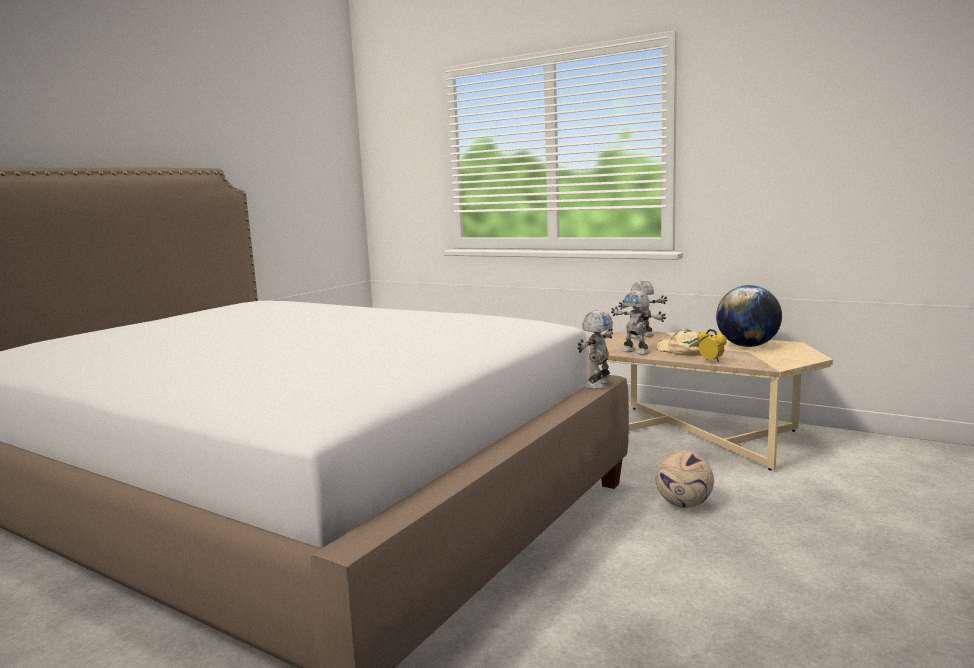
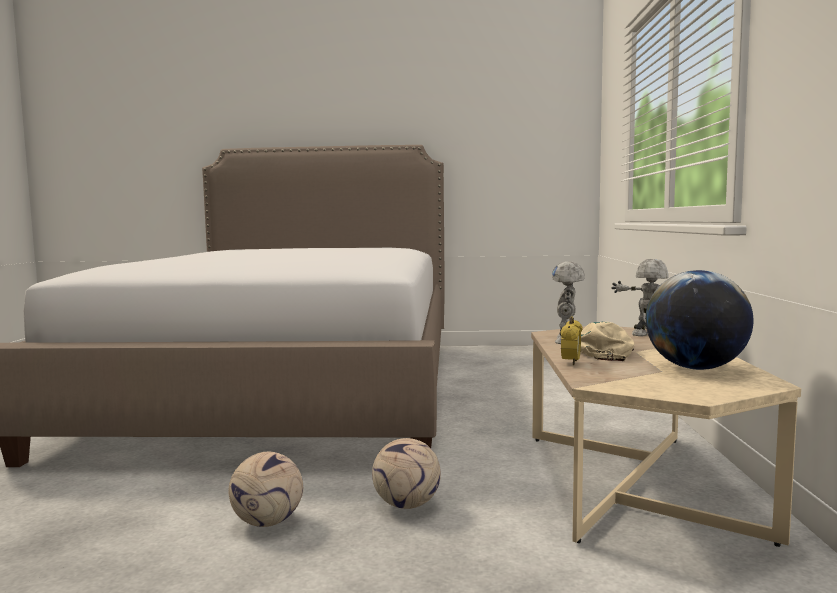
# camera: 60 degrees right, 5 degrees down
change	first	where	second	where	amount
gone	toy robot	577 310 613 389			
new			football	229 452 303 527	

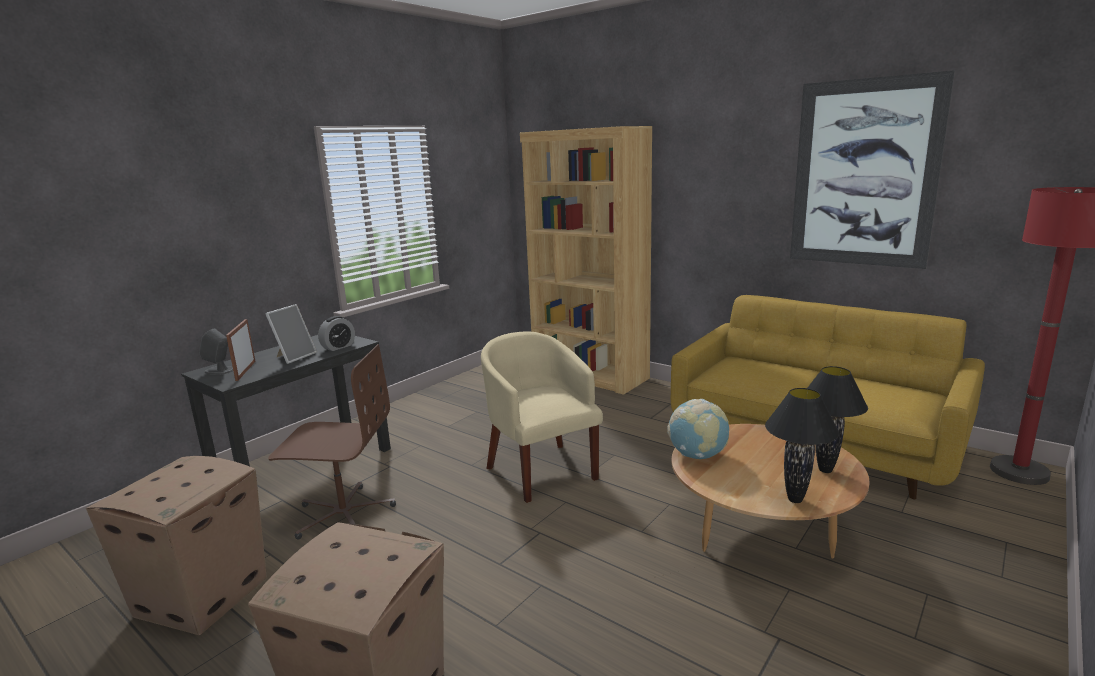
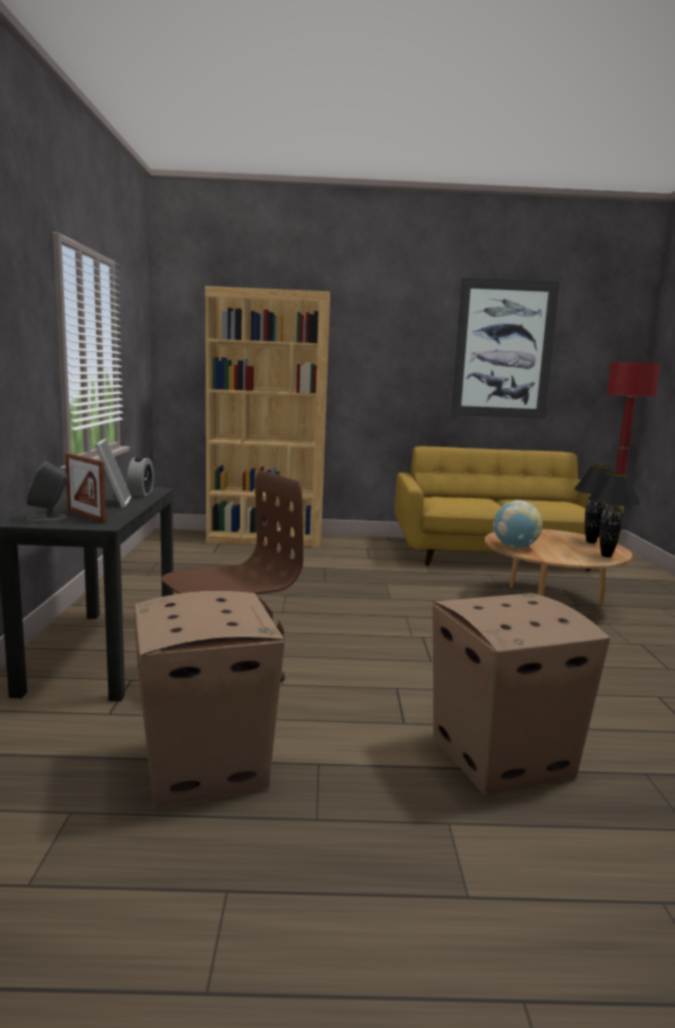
# camera: 40 degrees left, 5 degrees down
change	first	where	second	where	amount
gone	armchair (beige)	481 331 603 503			

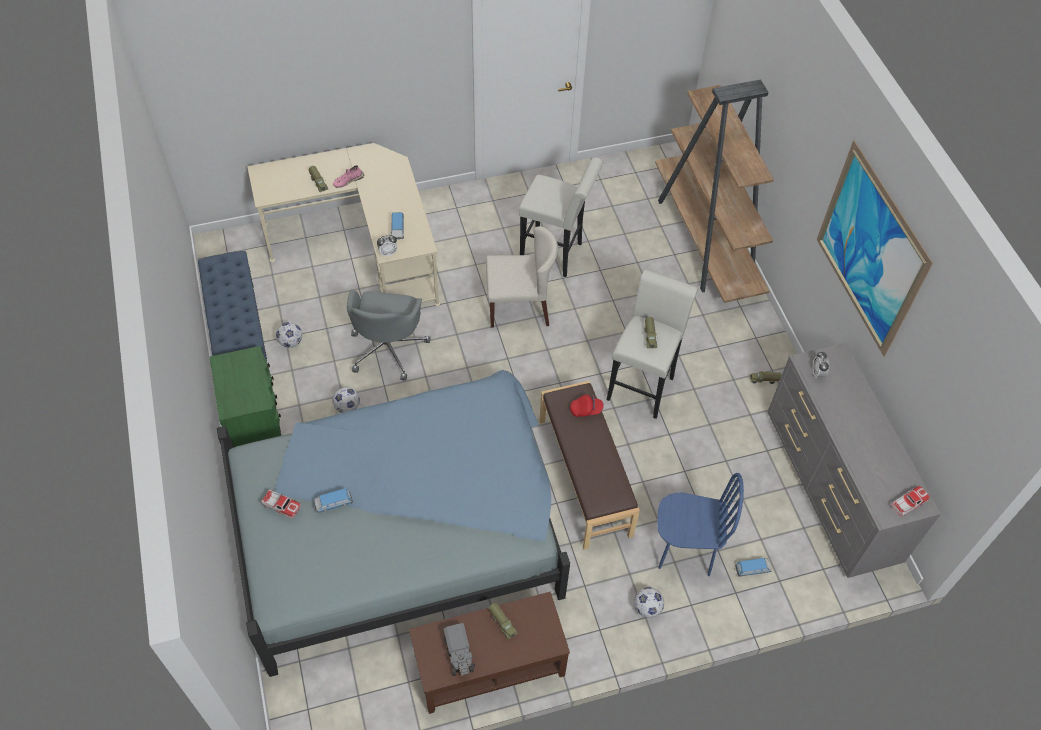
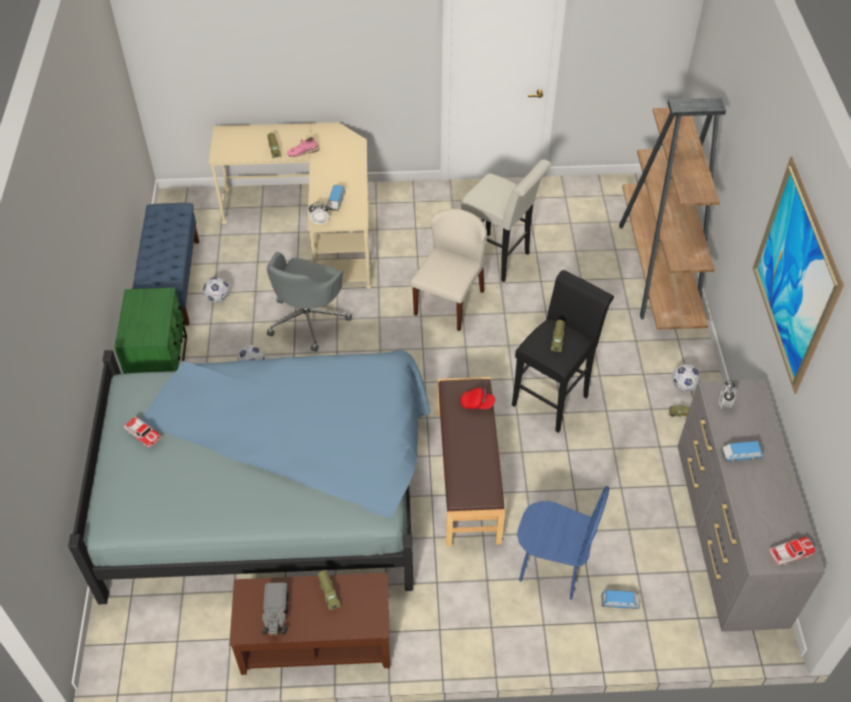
# camera: 15 degrees right, 5 degrees down
change	first	where	second	where	amount
rotated	chair (beige)	486 226 558 328		410 209 487 331	75 degrees counterclockwise
repainted	stool (white)	606 269 698 419	stool (black)	512 270 614 433	
shifted	toy car	314 488 353 513		721 441 763 461	
shifted	football	634 587 664 618		672 364 701 392	

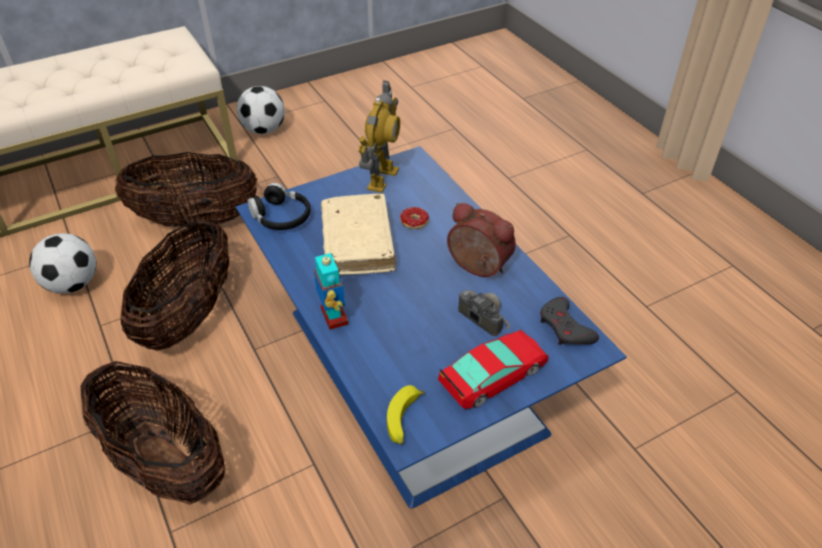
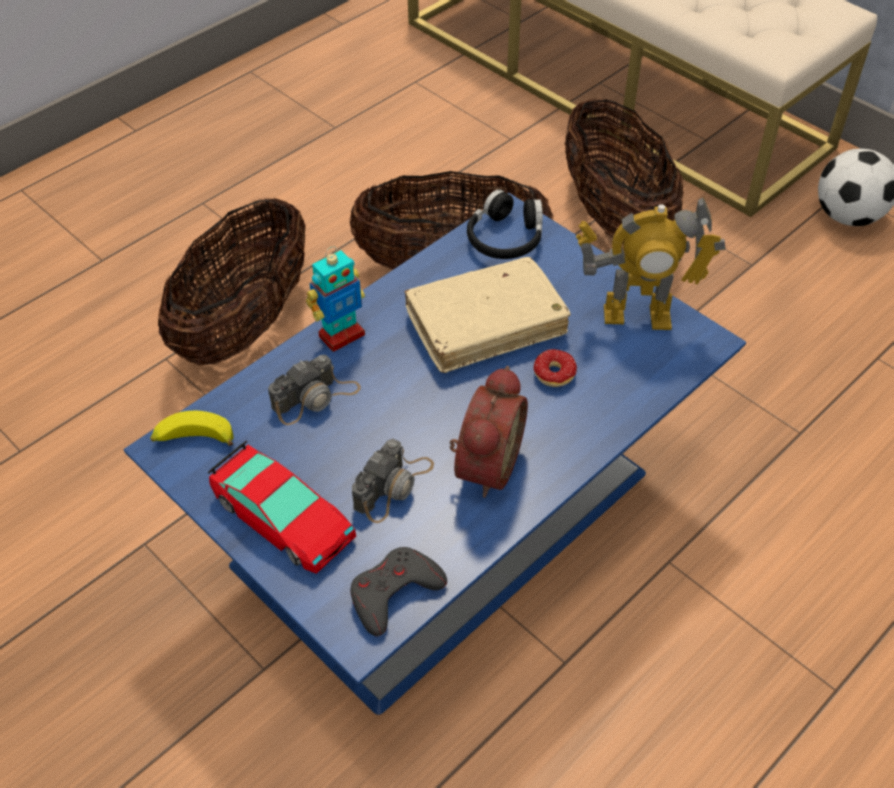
# camera: 75 degrees right, 5 degrees up
change	first	where	second	where	amount
gone	football	29 233 96 293			
new			photo camera	268 355 361 425	

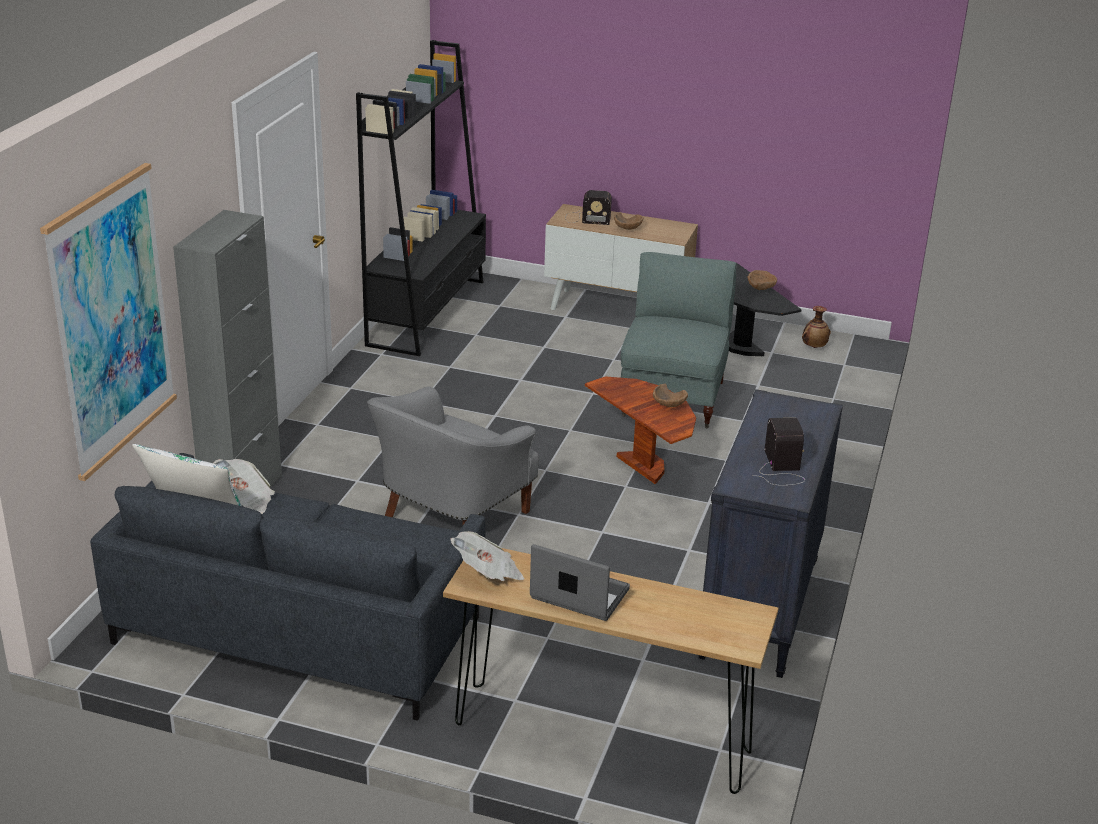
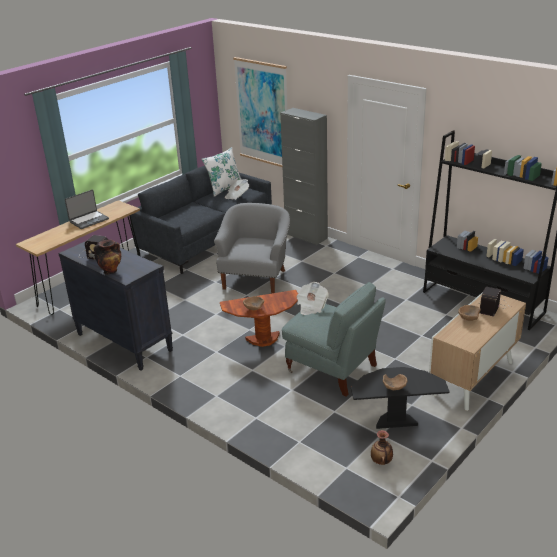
# camera: 115 degrees right, 0 degrees up
change	first	where	second	where	amount
rotated	armchair (grey)	367 386 539 525		214 203 290 294	45 degrees clockwise
shifted	newspaper	450 531 525 581		296 282 329 315	
new			vase	94 240 121 275	

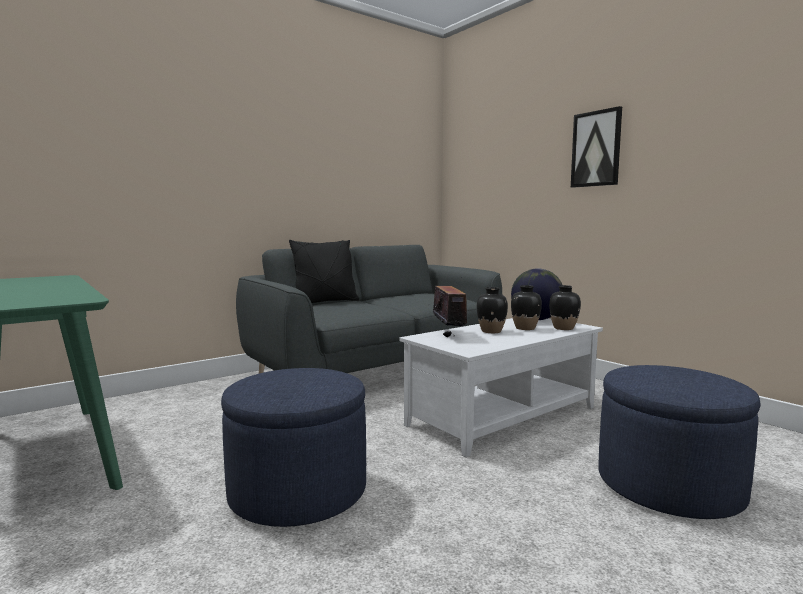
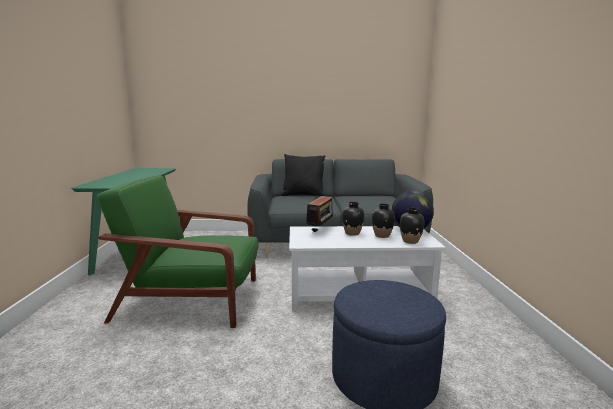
# camera: 35 degrees right, 5 degrees up
change	first	where	second	where	amount
gone	picture	571 106 622 188			
swapped	ottoman (blue)	221 368 366 527	armchair (green)	97 175 258 328	

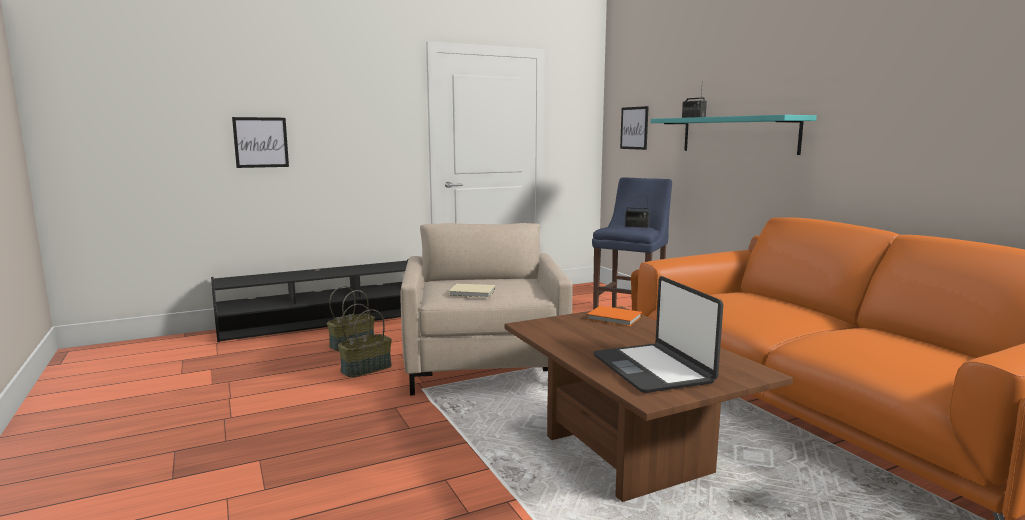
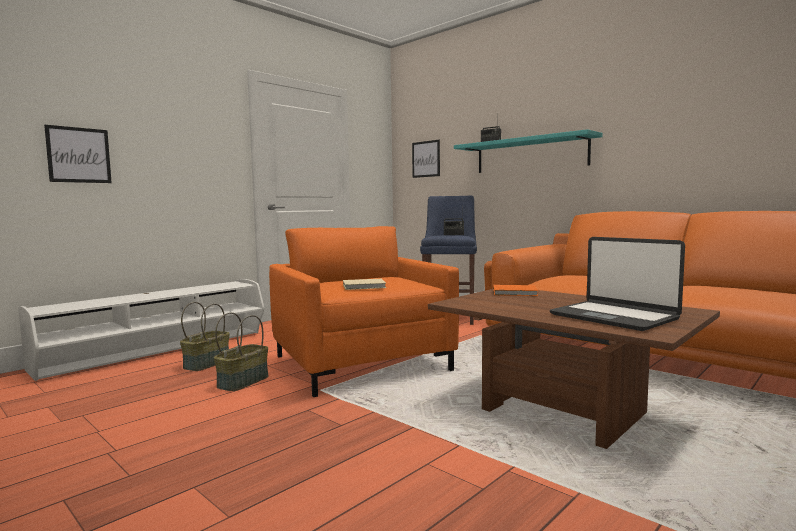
# camera: 20 degrees left, 5 degrees down
change	first	where	second	where	amount
repainted	armchair (beige)	400 223 573 395	armchair (orange)	269 226 459 397	
repainted	tv stand (black)	211 259 408 342	tv stand (white)	18 279 264 381	

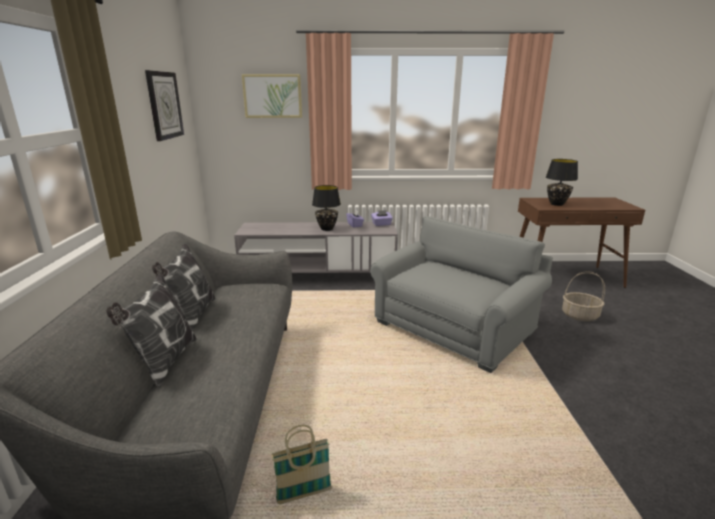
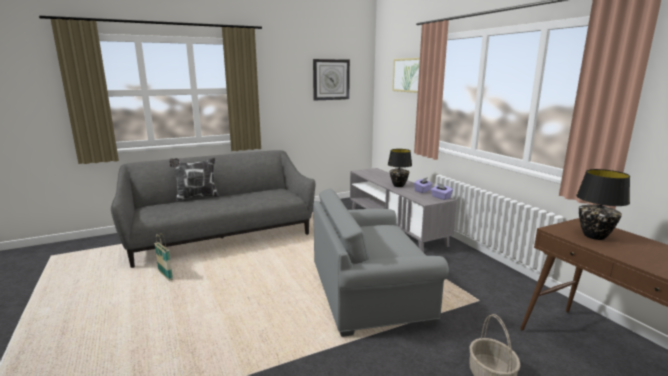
# camera: 65 degrees right, 5 degrees down
change	first	where	second	where	amount
rotated	armchair (grey)	370 216 553 373		313 189 449 337	150 degrees clockwise
gone	pillow	152 243 215 332			

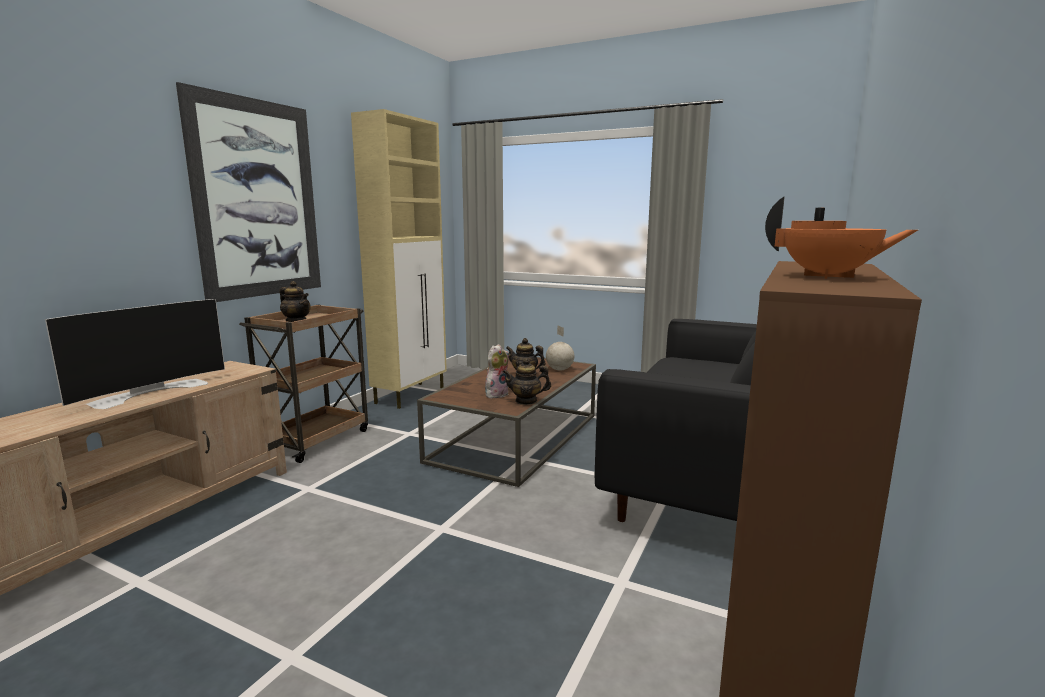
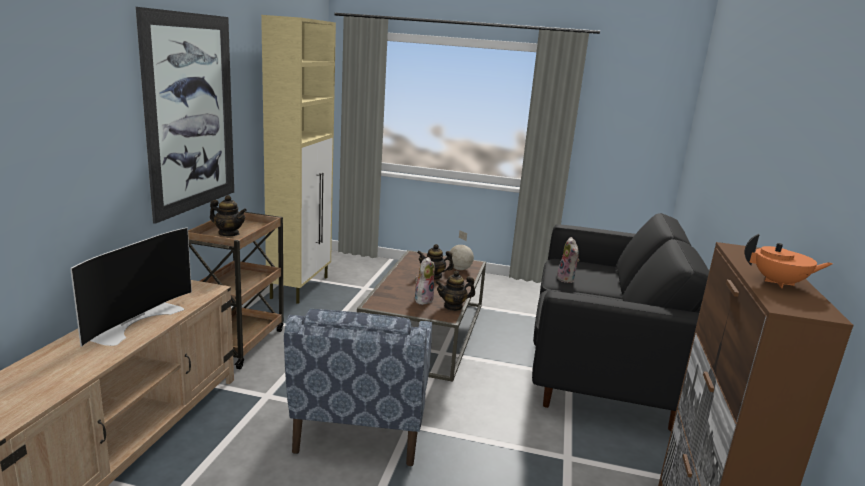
# camera: 15 degrees left, 5 degrees up
change	first	where	second	where	amount
new			plush toy	556 237 579 283	
new			armchair (blue)	284 309 432 467	

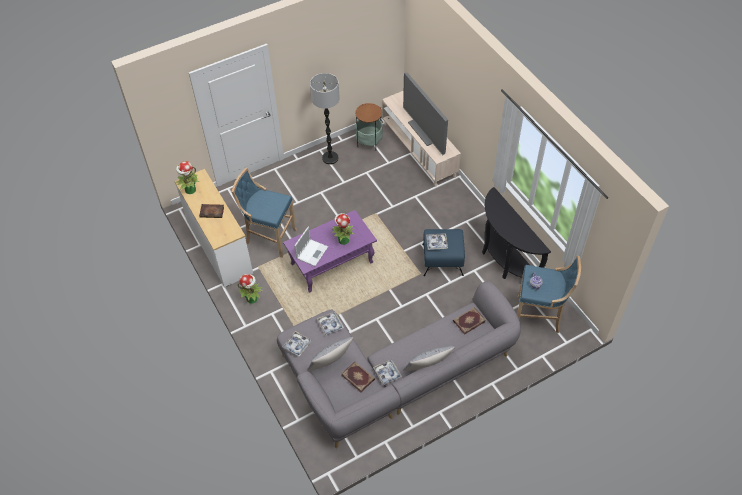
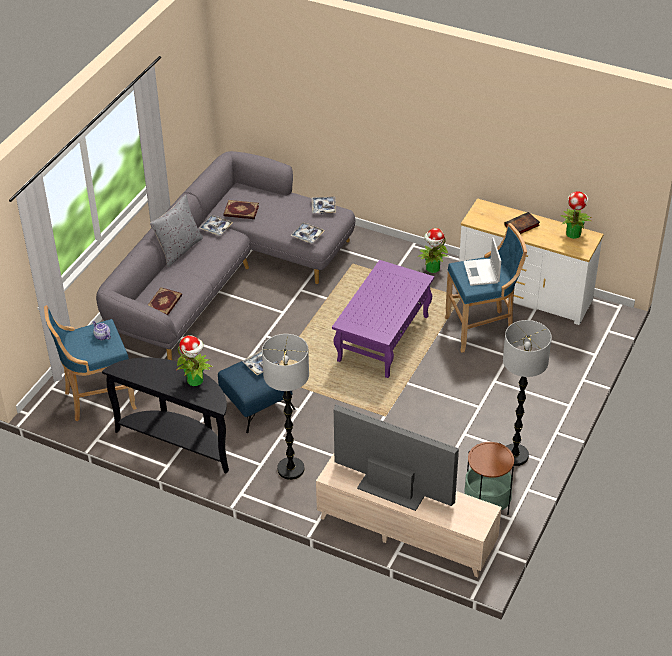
# camera: 145 degrees right, 10 degrees down
change	first	where	second	where	amount
shifted	potted plant	332 213 355 245		176 335 213 386	
shifted	laptop	294 227 328 266		463 237 501 286	
gone	pillow (grey)	307 337 353 371			
new			floor lamp	262 334 309 480	

